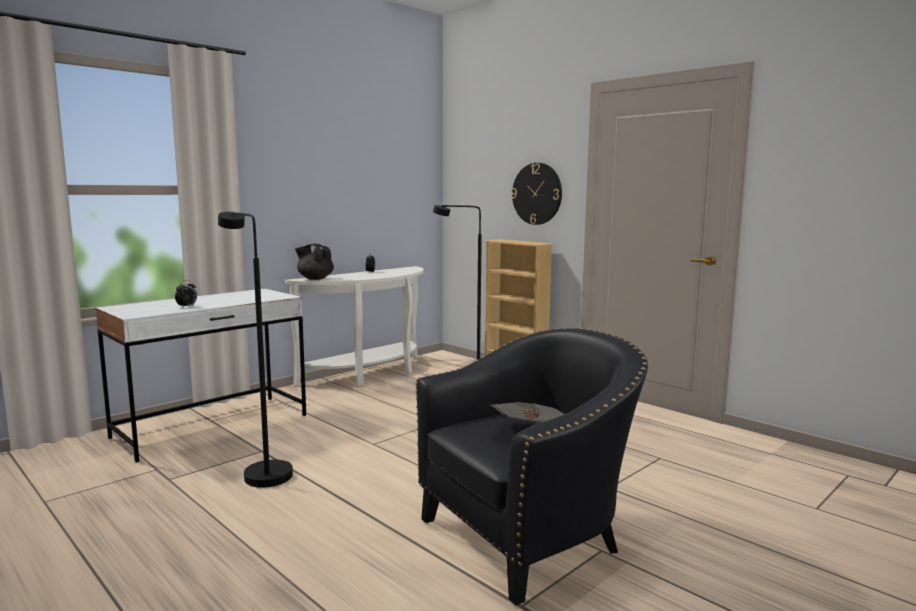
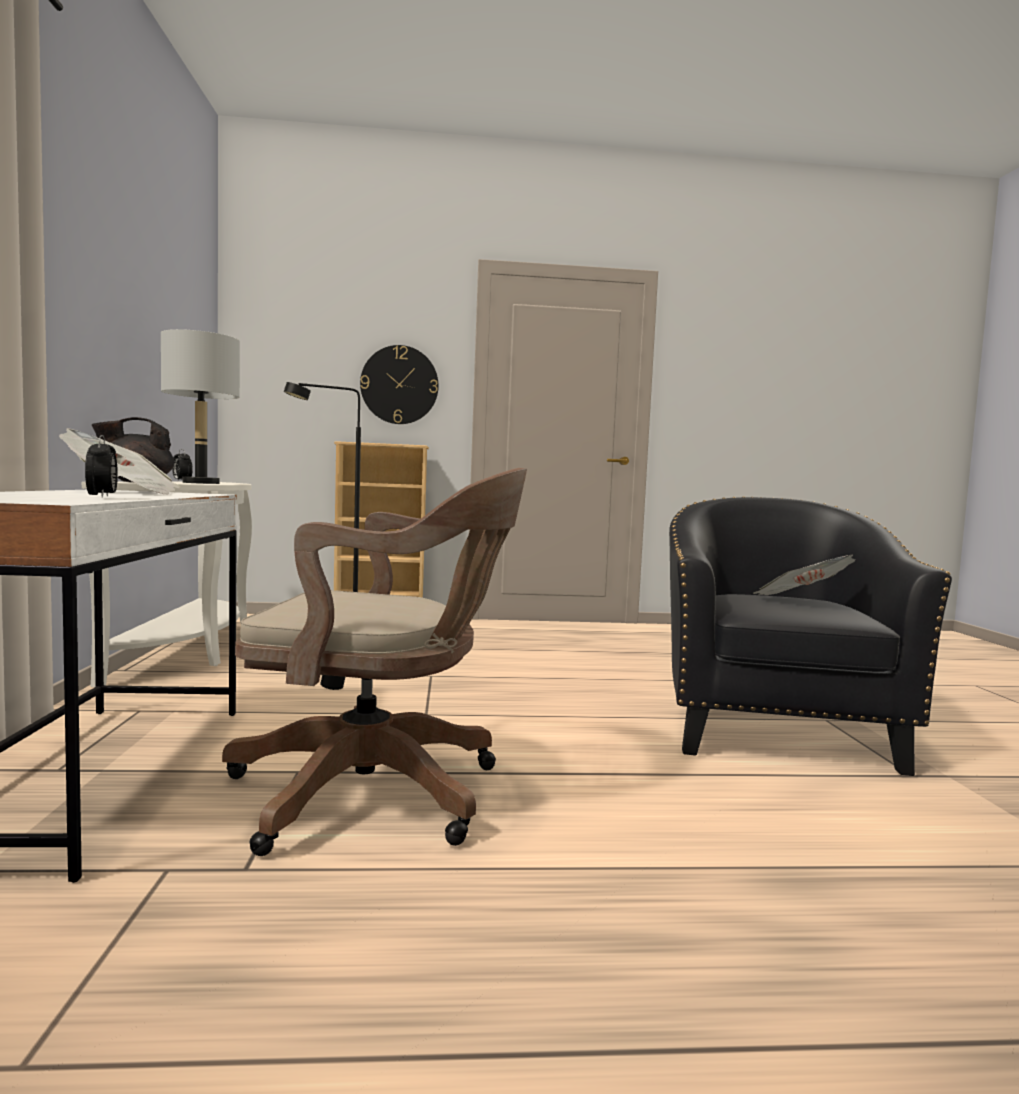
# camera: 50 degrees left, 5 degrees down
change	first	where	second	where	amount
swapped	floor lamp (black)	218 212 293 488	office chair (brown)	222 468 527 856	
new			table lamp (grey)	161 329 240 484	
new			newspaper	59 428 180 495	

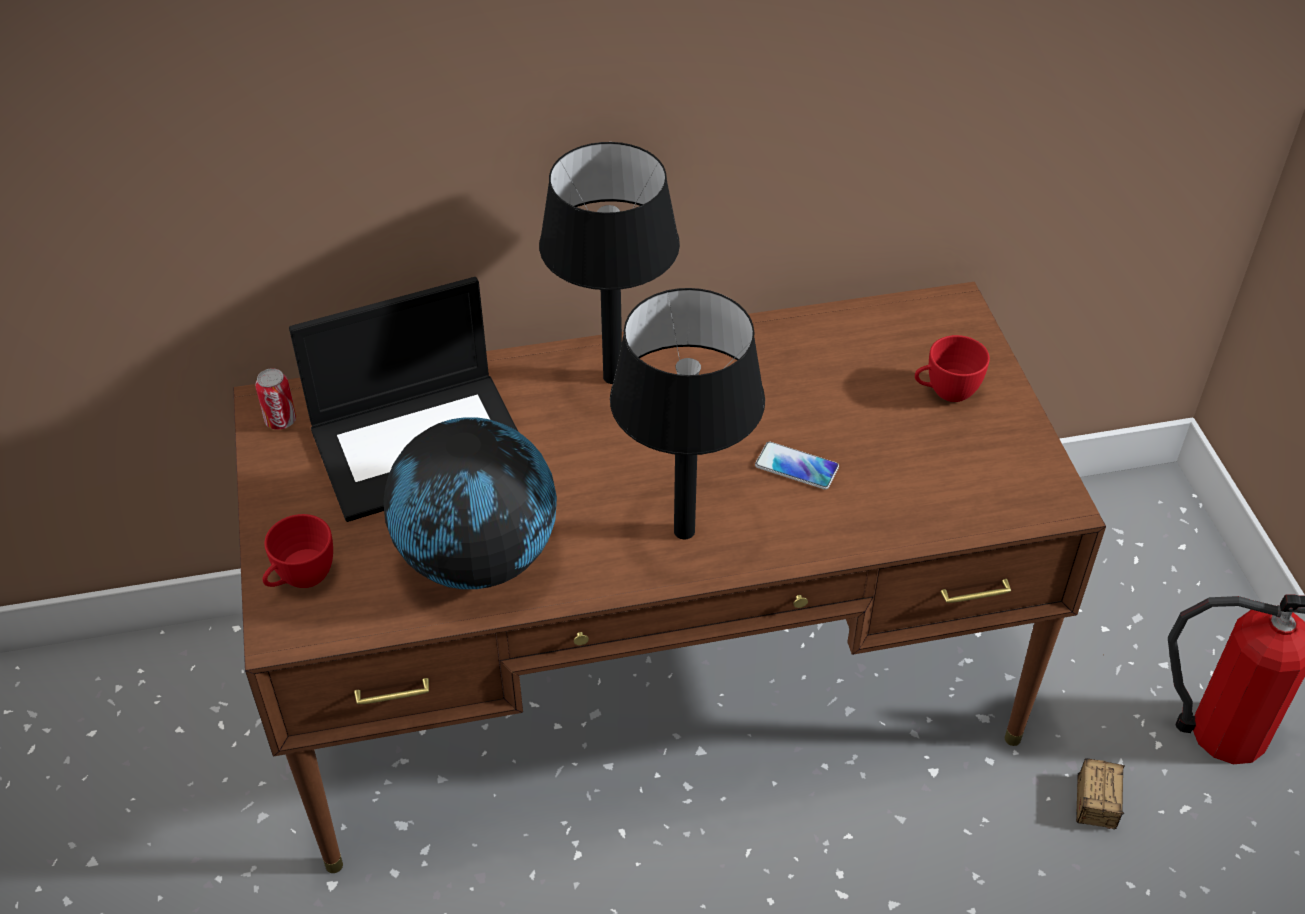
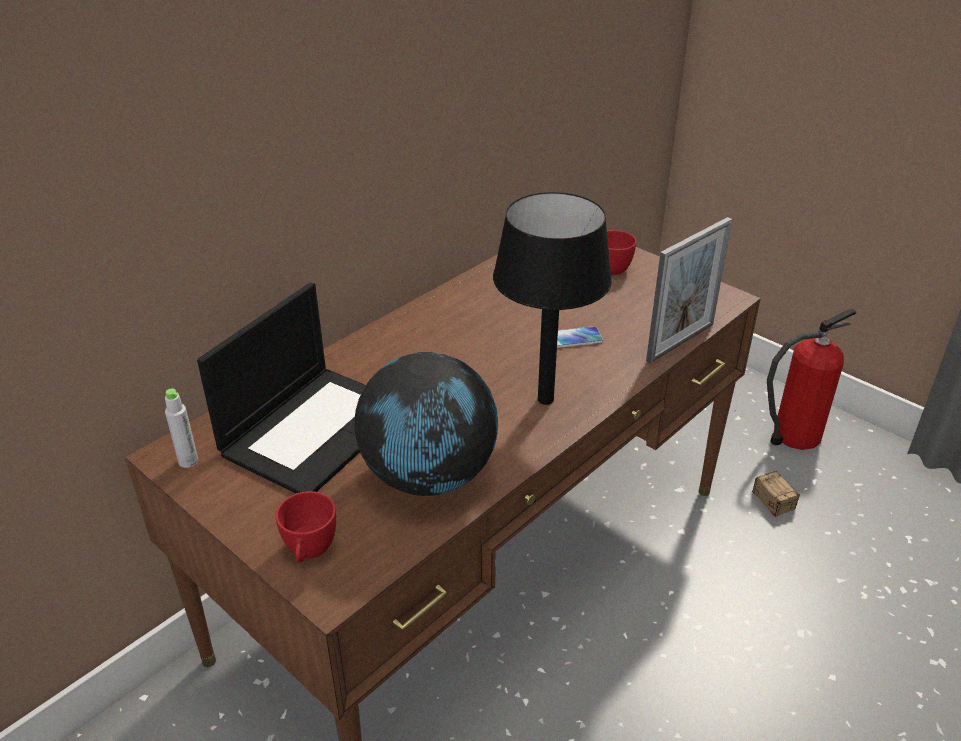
# camera: 35 degrees left, 10 degrees down
change	first	where	second	where	amount
gone	table lamp (black)	539 142 680 384			
swapped	can	255 368 296 430	bottle (grey)	165 388 198 468	
new			picture frame	646 217 732 364	

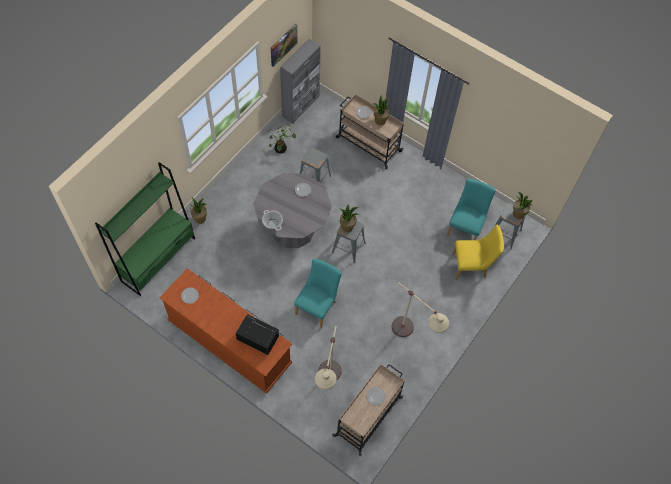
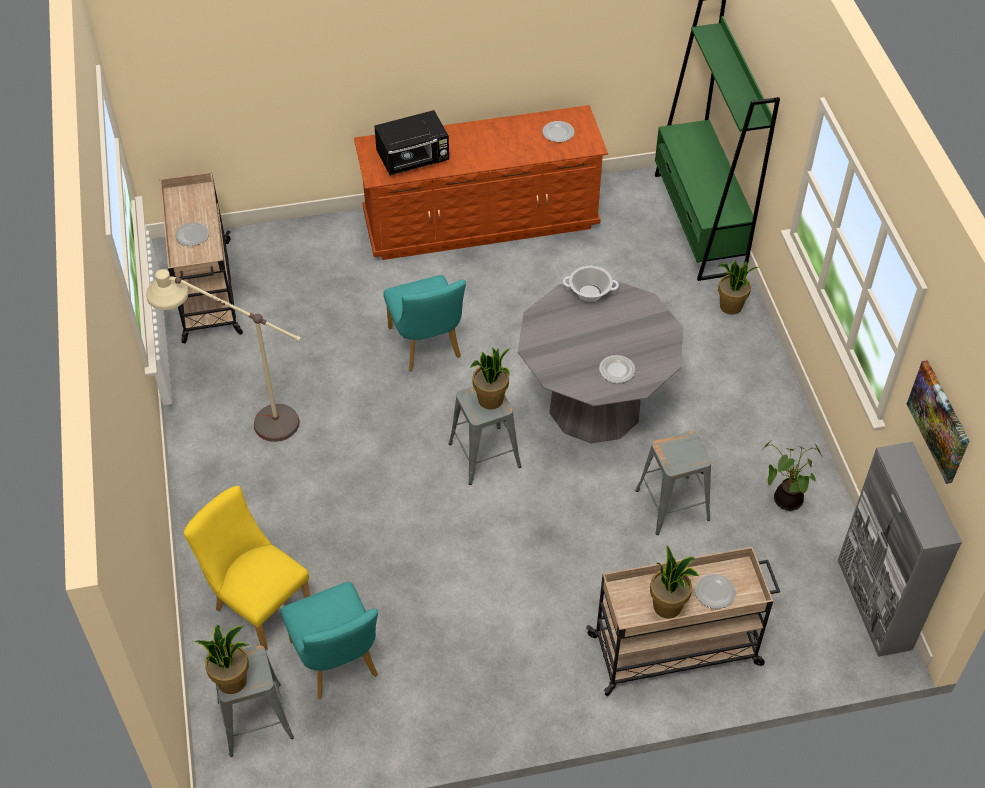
# camera: 135 degrees right, 10 degrees down
change	first	where	second	where	amount
rotated	chair (yellow)	452 225 504 280		184 486 311 651	90 degrees clockwise
gone	floor lamp (beige)	315 326 342 390			

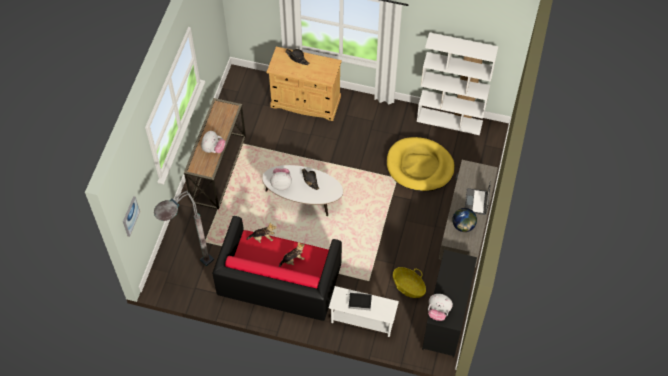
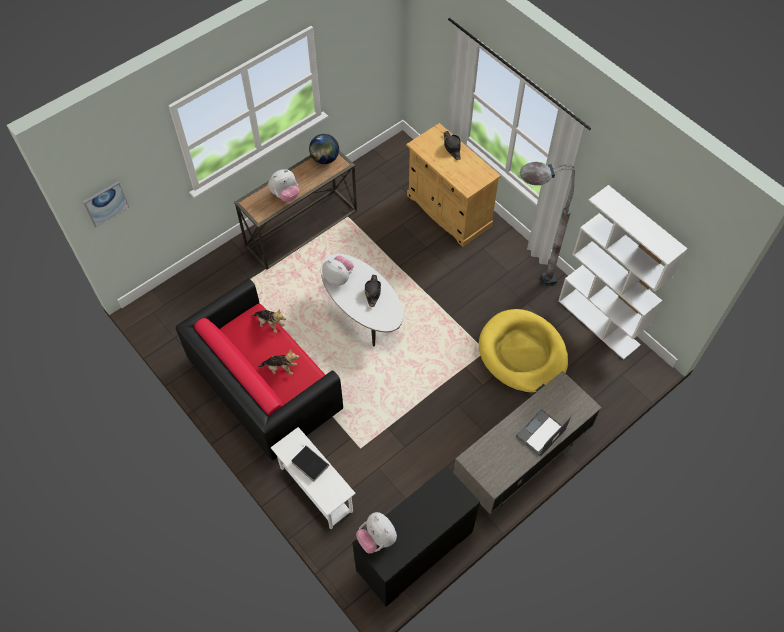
# camera: 35 degrees right, 0 degrees up
change	first	where	second	where	amount
shifted	floor lamp (grey)	154 190 214 267		520 162 575 285	
shifted	globe	452 208 477 232		309 134 339 164	
gone	basket	393 267 426 298			

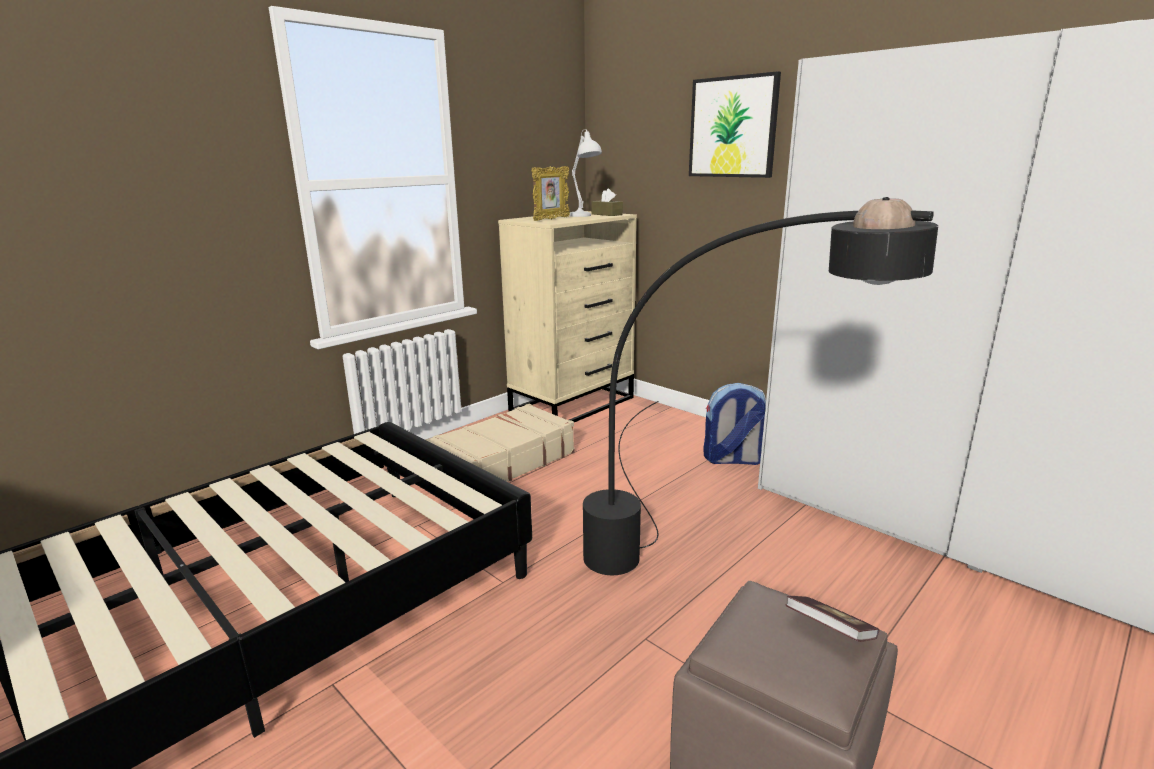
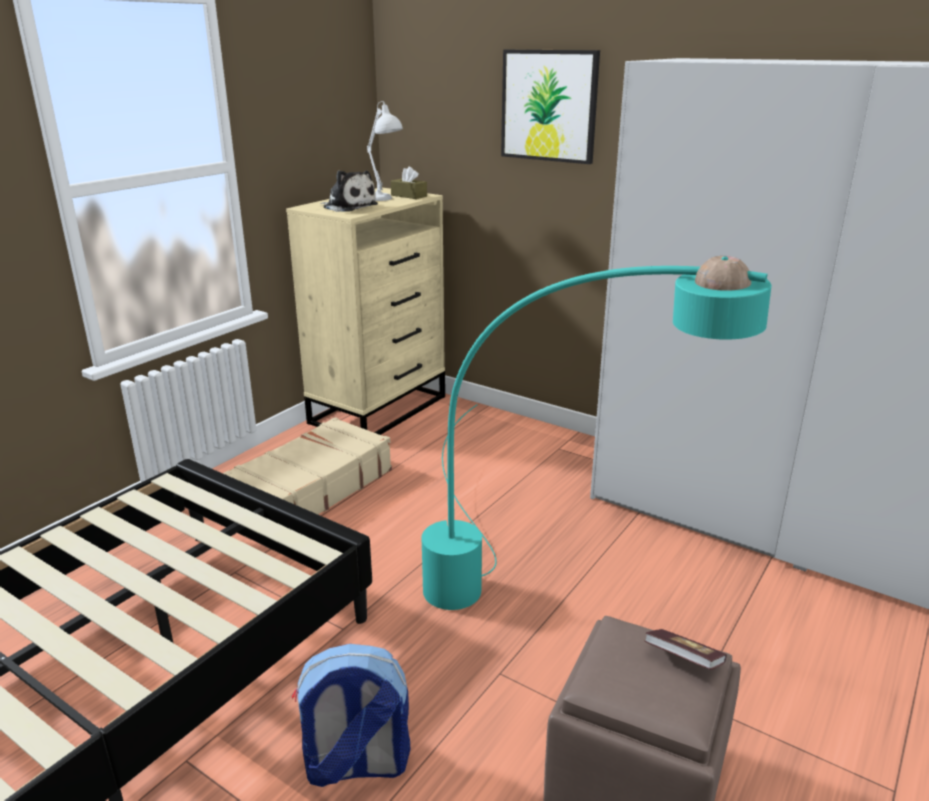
# camera: 10 degrees left, 5 degrees up
change	first	where	second	where	amount
swapped	picture frame	531 166 570 221	plush toy	320 171 378 212	
repainted	floor lamp (black)	583 197 938 575	floor lamp (turquoise)	421 256 771 610	
shifted	backpack	703 383 766 465		292 644 410 787	

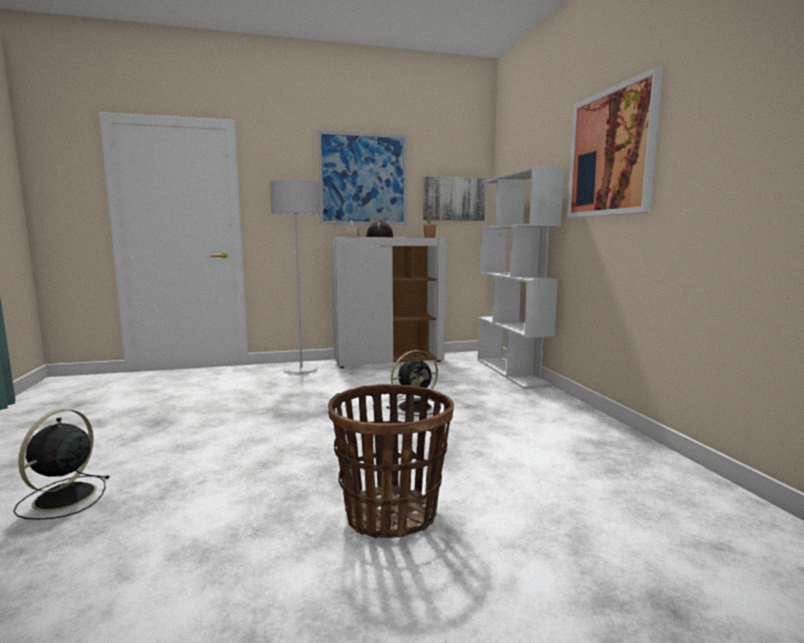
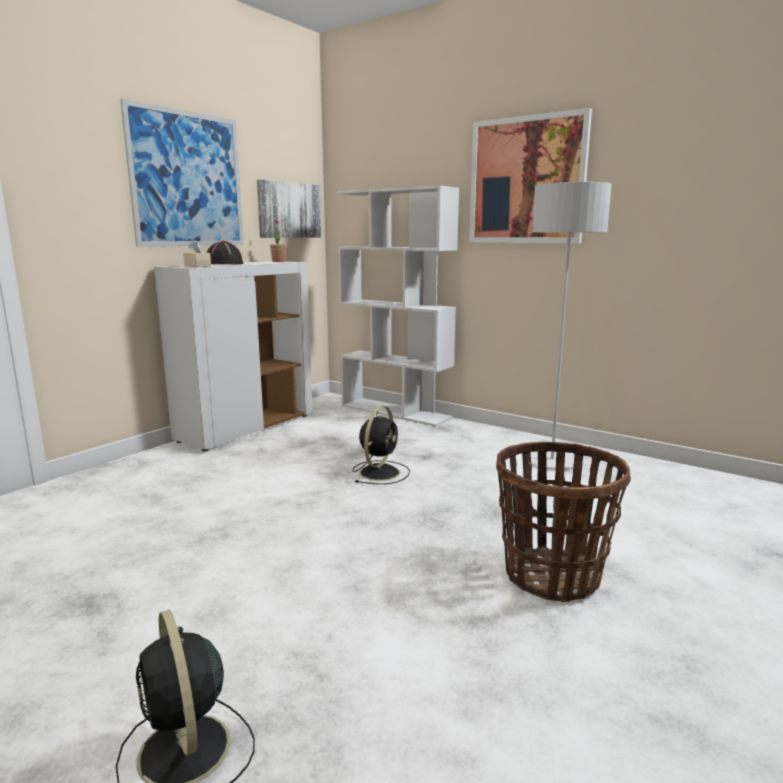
# camera: 40 degrees left, 5 degrees up
change	first	where	second	where	amount
shifted	floor lamp (grey)	270 179 320 374		531 182 612 469	

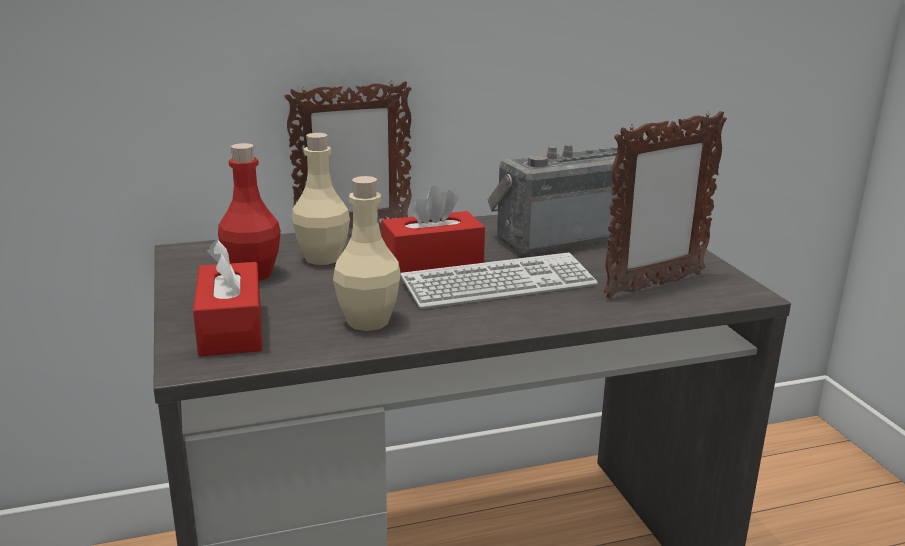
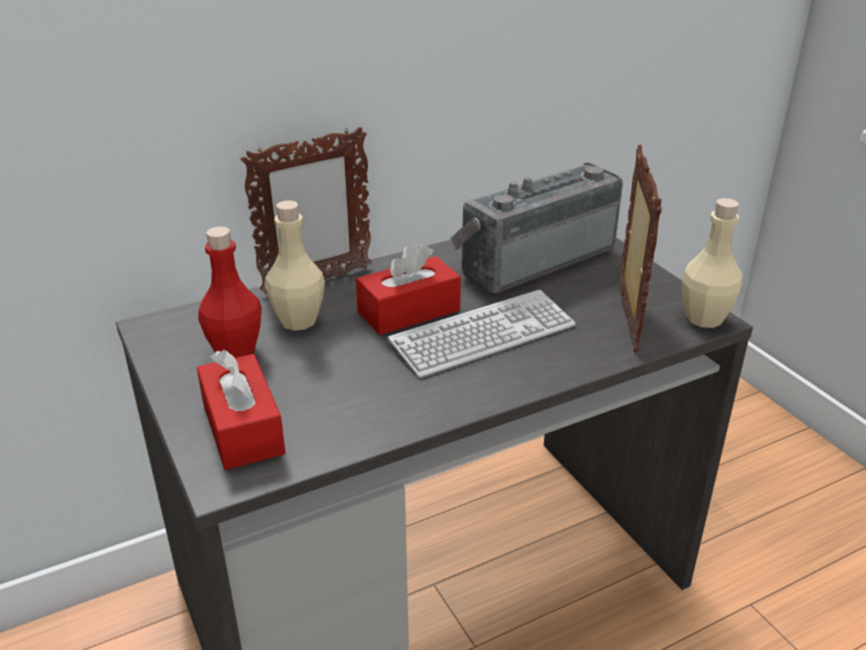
# camera: 10 degrees left, 10 degrees up
change	first	where	second	where	amount
rotated	picture frame	603 111 727 298		619 145 662 352	45 degrees counterclockwise
shifted	bottle (beige)	333 176 400 331		682 198 743 328	

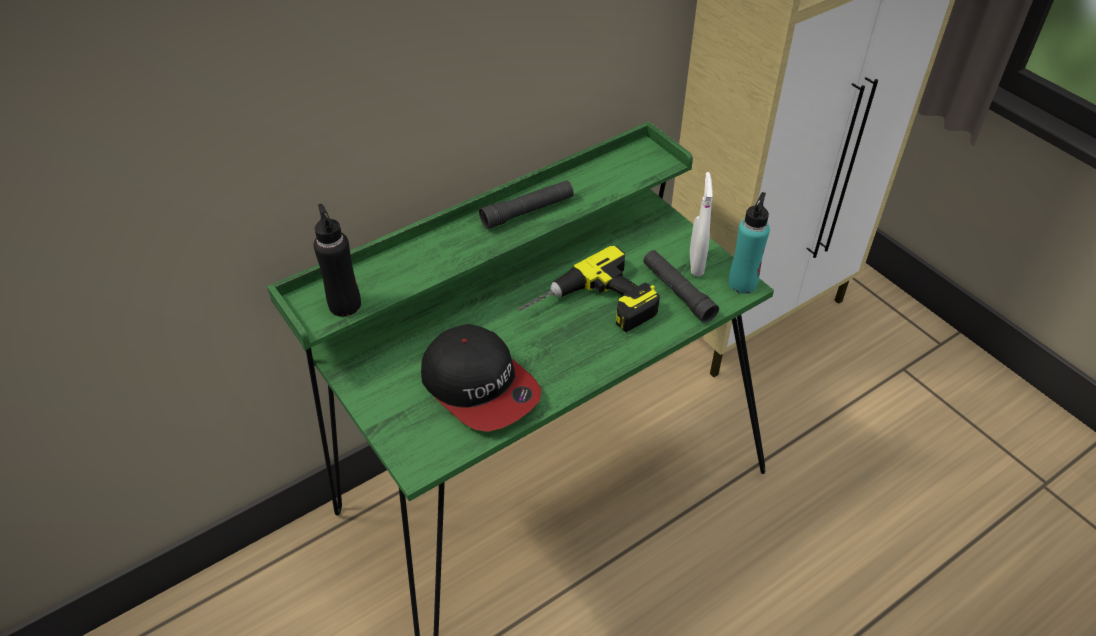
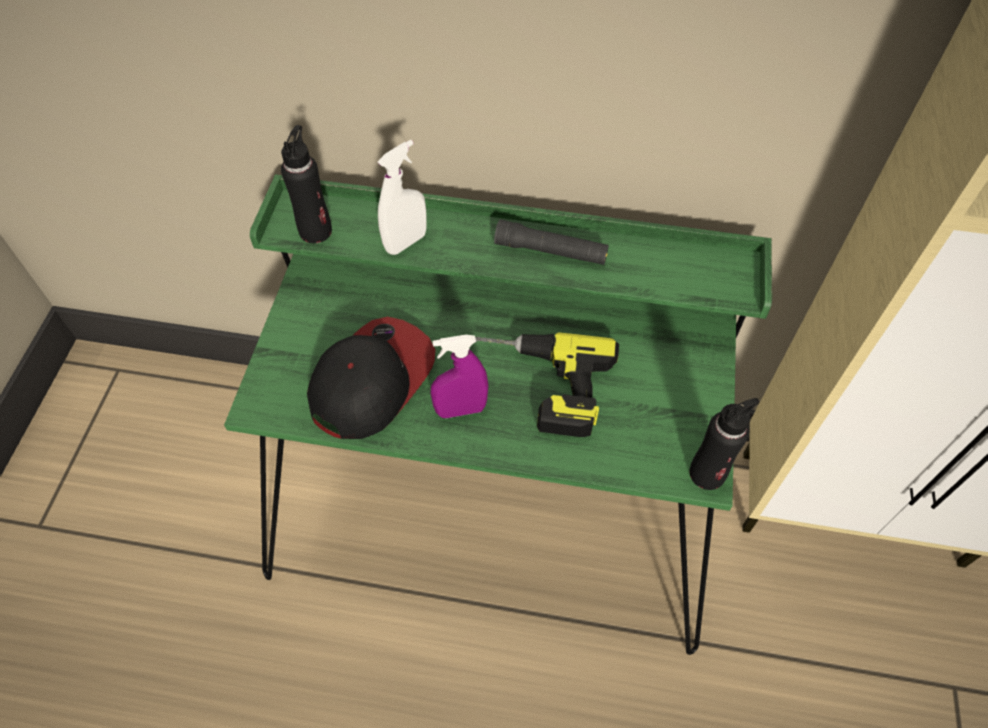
# camera: 45 degrees right, 10 degrees up
change	first	where	second	where	amount
shifted	spray bottle (white)	690 172 713 276		378 140 427 255	
repainted	bottle (turquoise)	728 192 770 294	bottle (black)	689 398 760 490	
gone	flashlight (black)	643 250 719 323			
rotated	cap	421 324 541 432		307 317 435 439	150 degrees counterclockwise
new			spray bottle (purple)	430 335 488 418	

